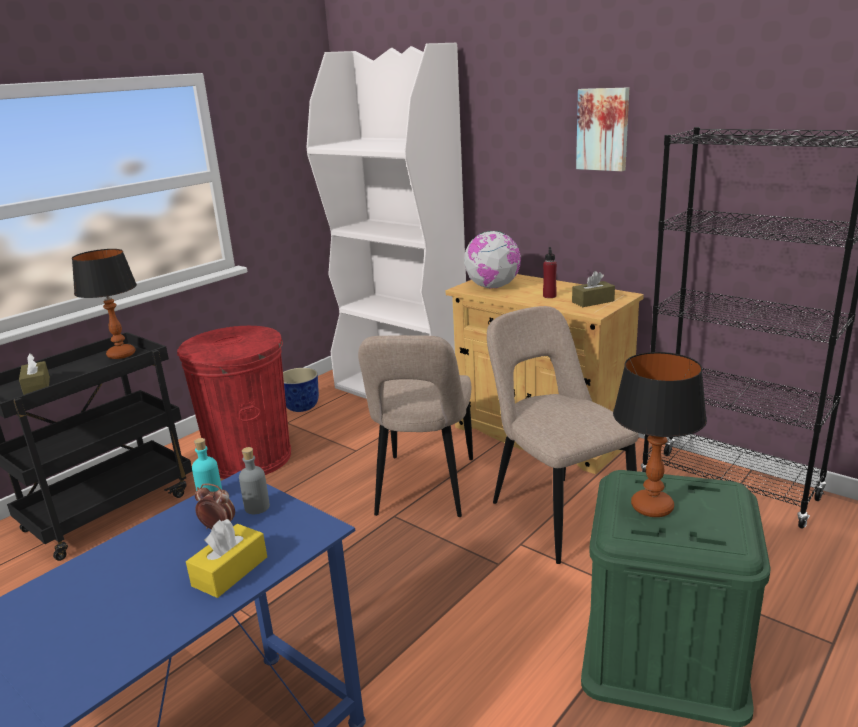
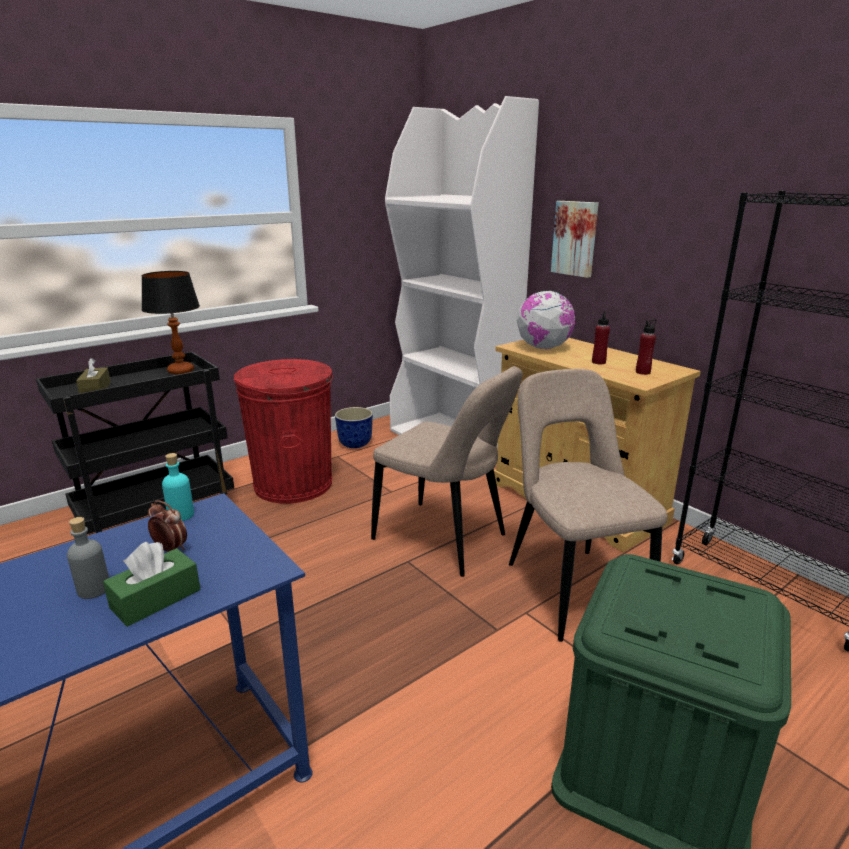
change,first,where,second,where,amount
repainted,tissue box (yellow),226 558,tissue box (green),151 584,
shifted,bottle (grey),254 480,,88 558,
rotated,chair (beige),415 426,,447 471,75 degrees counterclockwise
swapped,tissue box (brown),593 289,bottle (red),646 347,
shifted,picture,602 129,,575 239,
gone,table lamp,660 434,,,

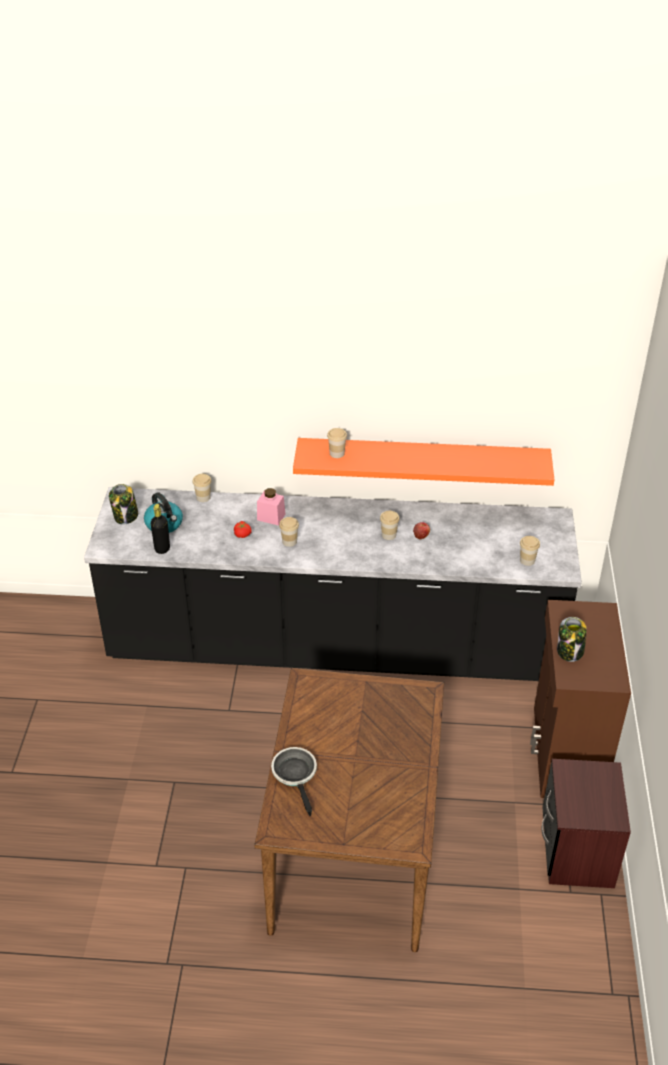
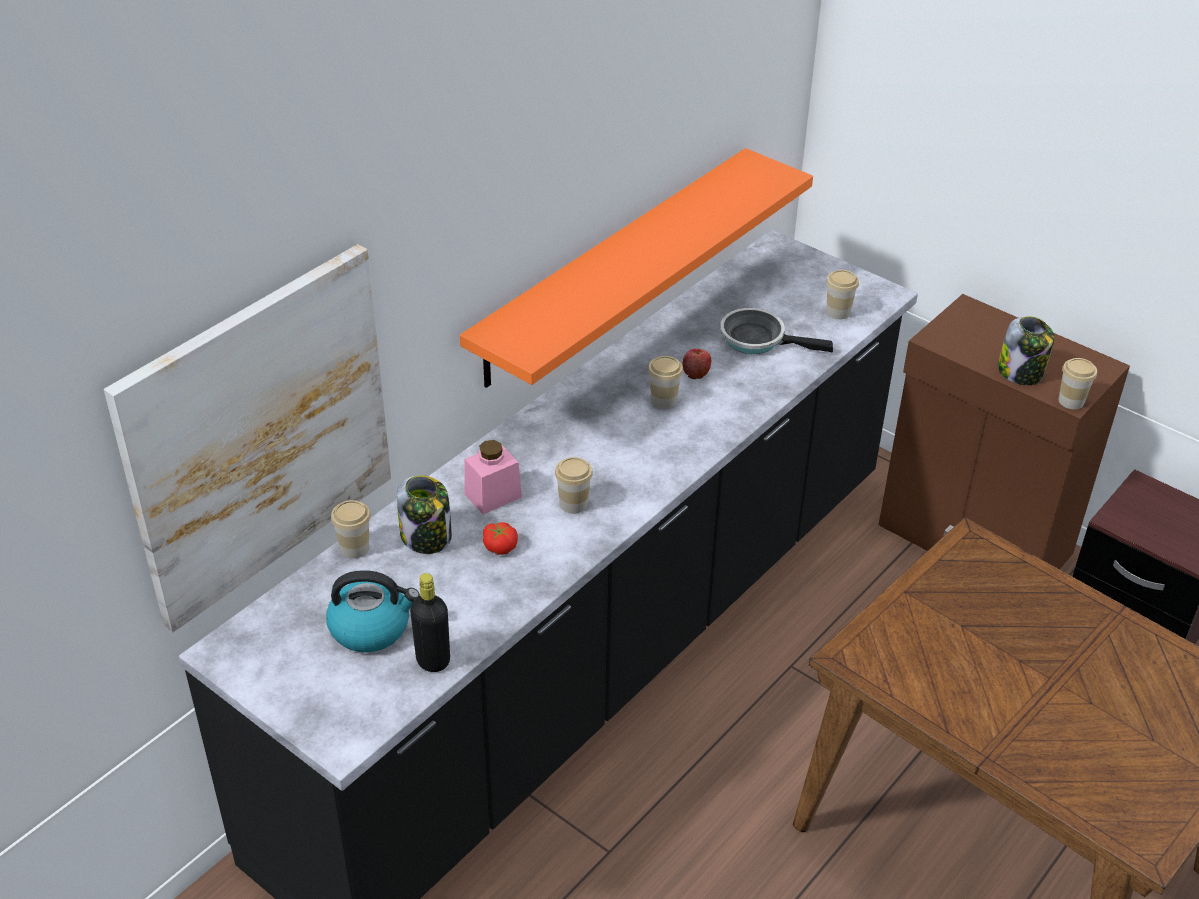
change,first,where,second,where,amount
shifted,jar,123 504,,424 514,
shifted,frying pan,294 781,,776 331,
shifted,cup,337 443,,1078 383,
new,,,picture,247 438,

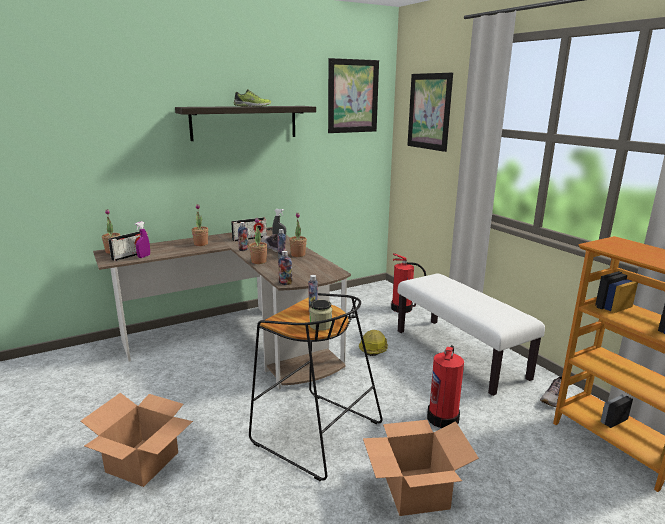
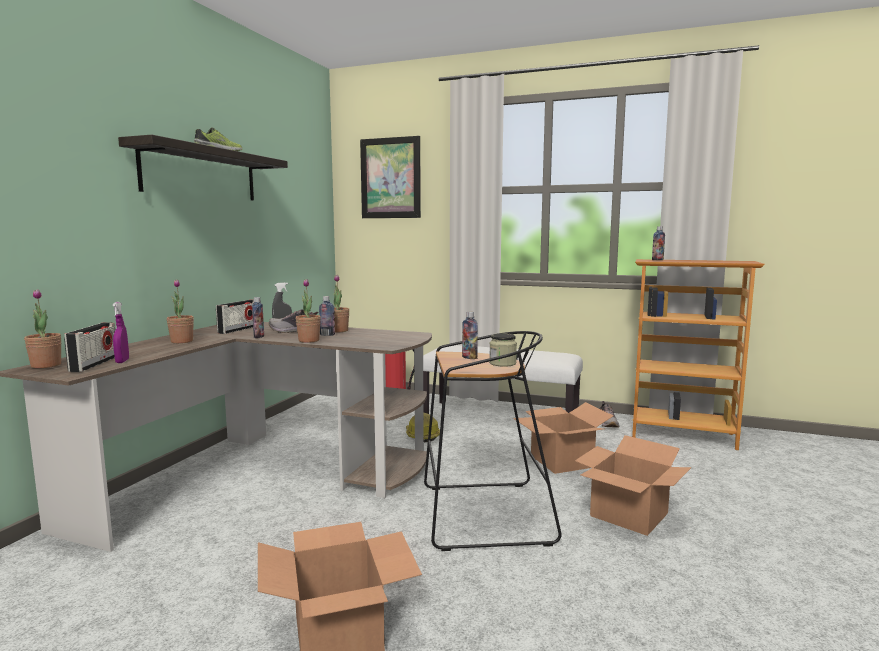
change,first,where,second,where,amount
shifted,bottle,285 268,,658 243,
gone,picture,353 95,,,
swapped,fire extinguisher,445 386,cardboard box,563 438,

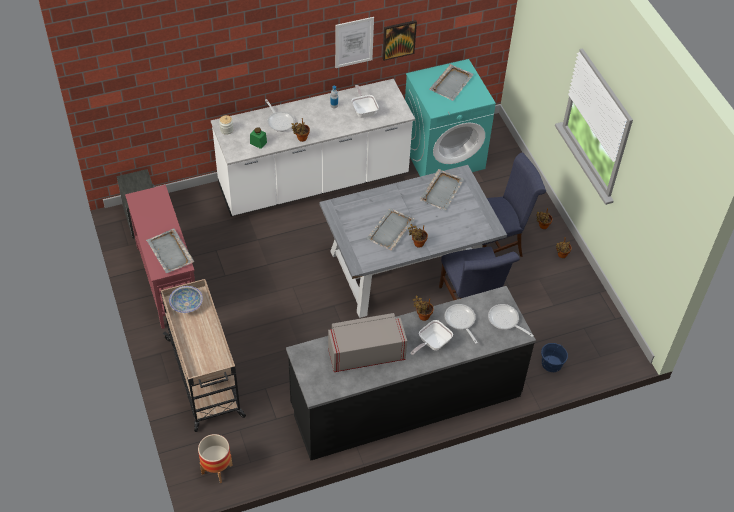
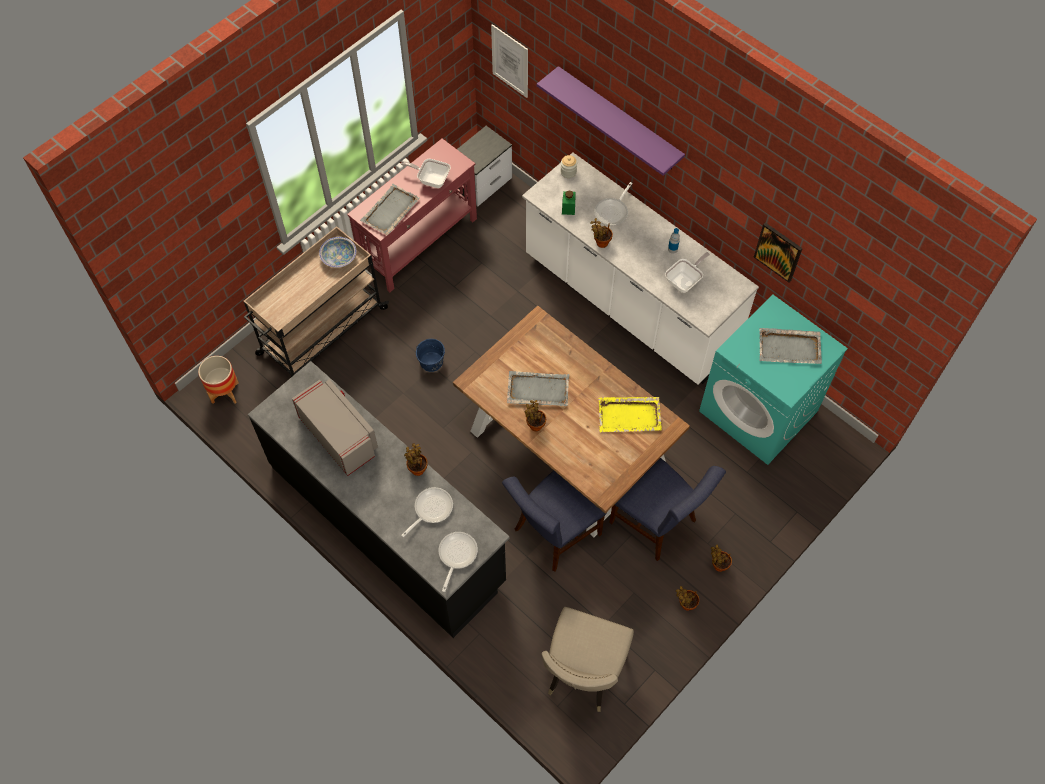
change,first,where,second,where,amount
repainted,dining table (grey),413 241,dining table (brown),571 421,
shifted,picture,354 42,,509 61,
shifted,frying pan,432 337,,426 173,
repainted,tray (grey),441 190,tray (yellow),630 414,
shifted,bucket (blue),554 357,,430 355,
new,,,shelf (purple),611 121,
new,,,chair (beige),588 659,

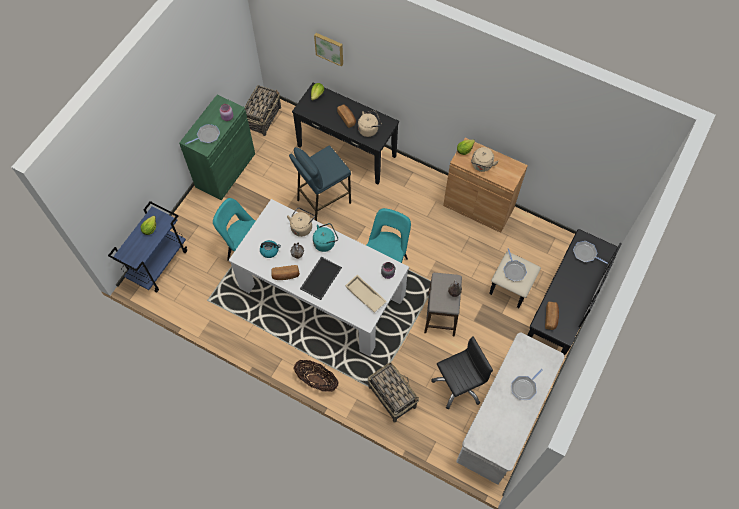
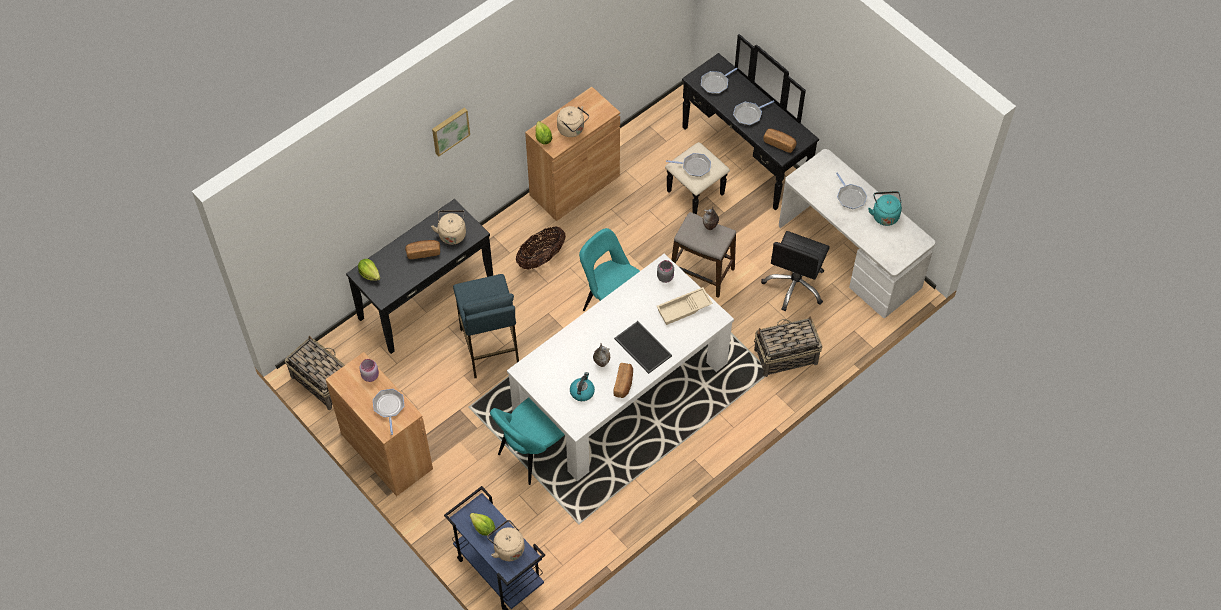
change,first,where,second,where,amount
repainted,cabinet (green),217 147,cabinet (brown),379 424,
shifted,kettle (beige),301 222,,506 540,
shifted,basket,316 376,,541 248,
shifted,kettle (turquoise),325 237,,885 208,
shifted,picture,328 50,,451 132,
rotated,office chair (black),462 372,,795 271,150 degrees counterclockwise
new,,,frying pan,753 112,

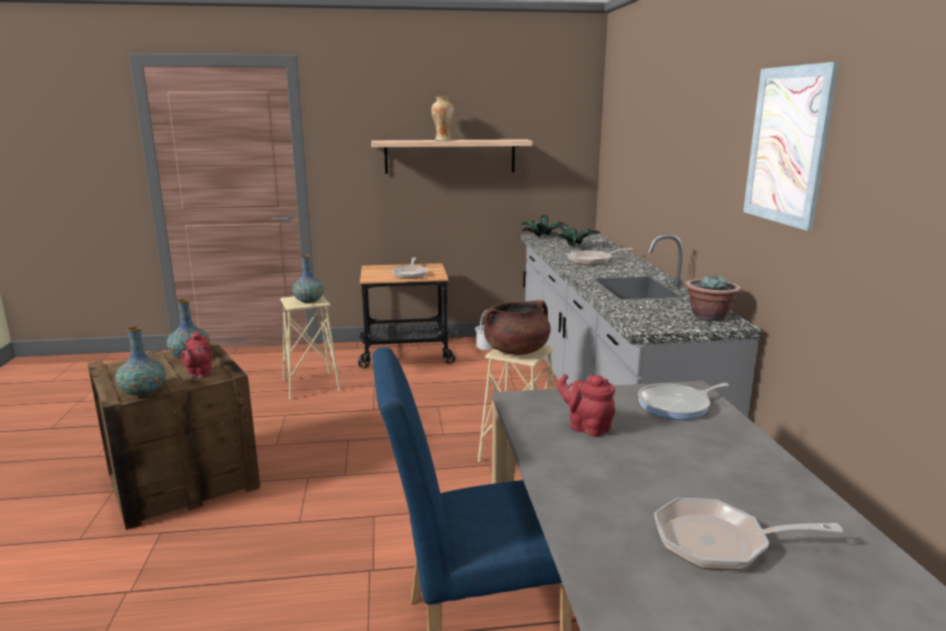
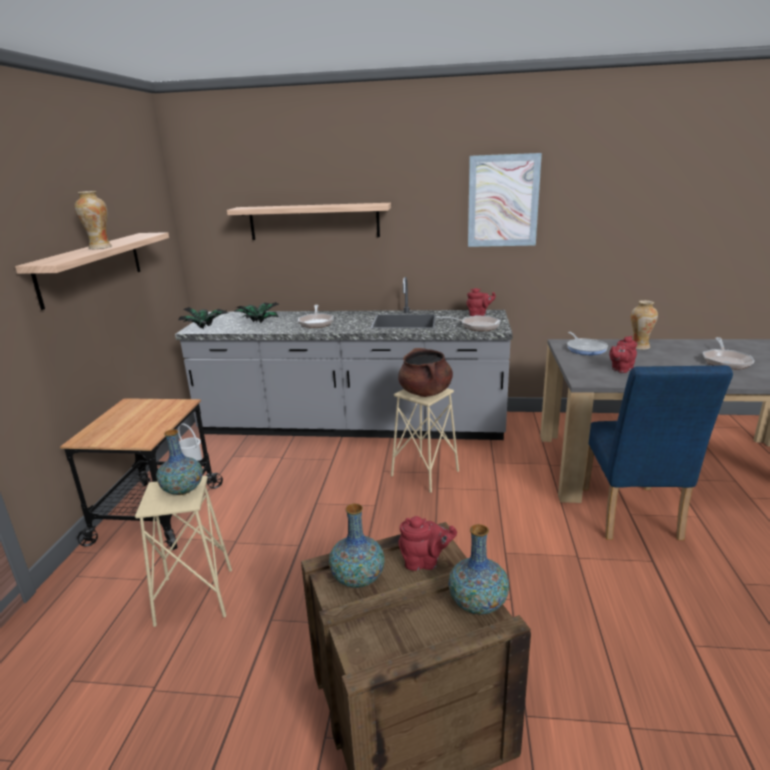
change,first,where,second,where,amount
shifted,frying pan,410 268,,468 323,
swapped,potted plant,713 297,teapot (red),481 302,
new,,,shelf,309 221,
new,,,vase,644 325,

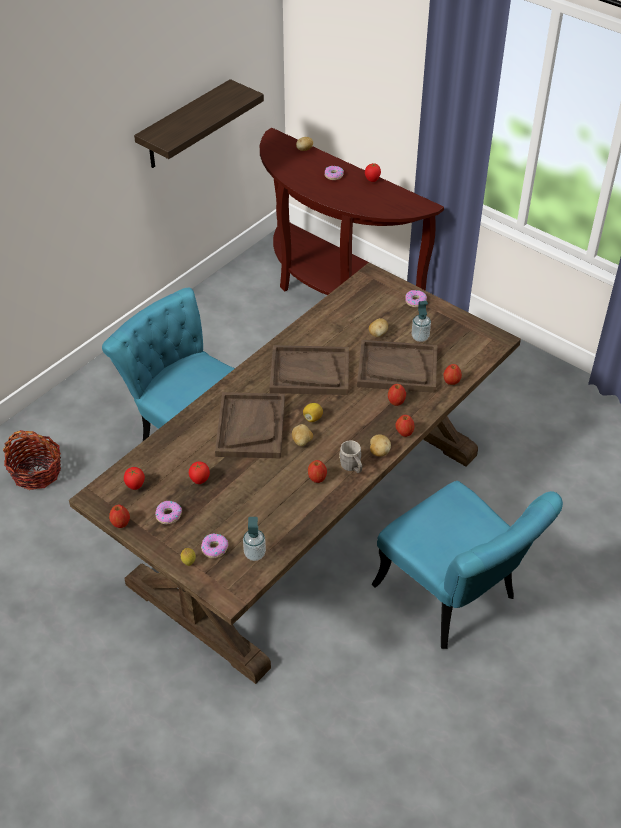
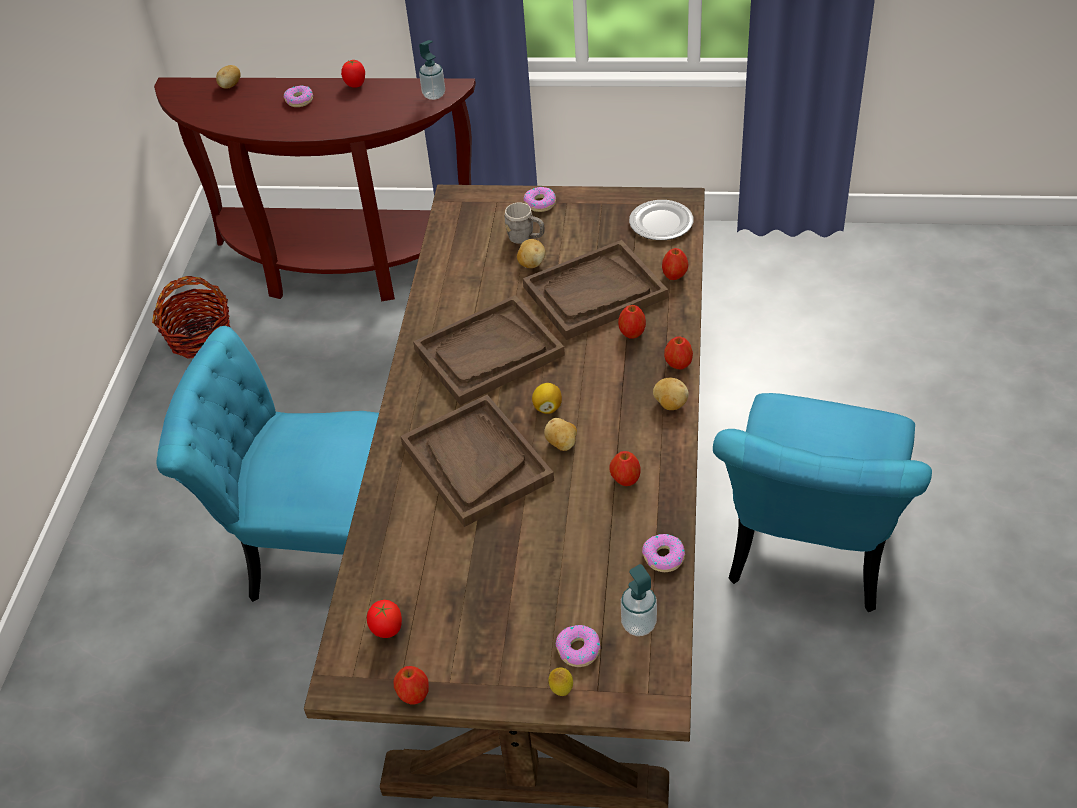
change,first,where,second,where,amount
shifted,basket,32 460,,191 317,
gone,shelf,199 123,,,
shifted,donut,168 512,,663 553,
gone,tomato,199 472,,,
shifted,mug (grey),350 456,,524 223,
rotated,chair (turquoise),467 565,,822 502,90 degrees clockwise
shifted,soap dispenser,421 321,,432 70,
new,,,plate,661 220,

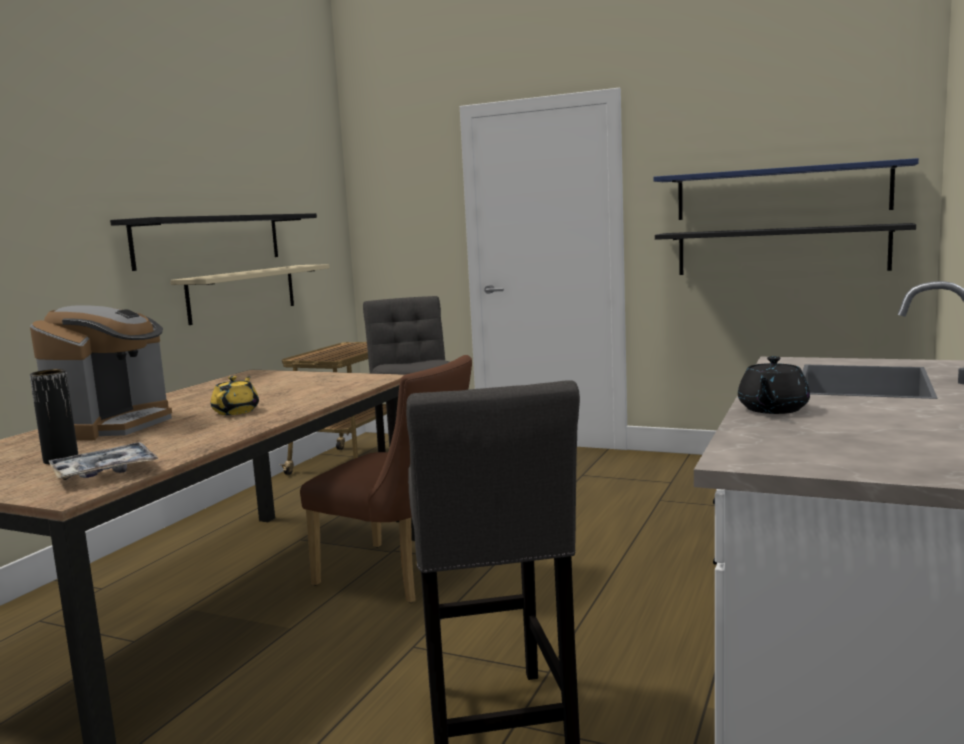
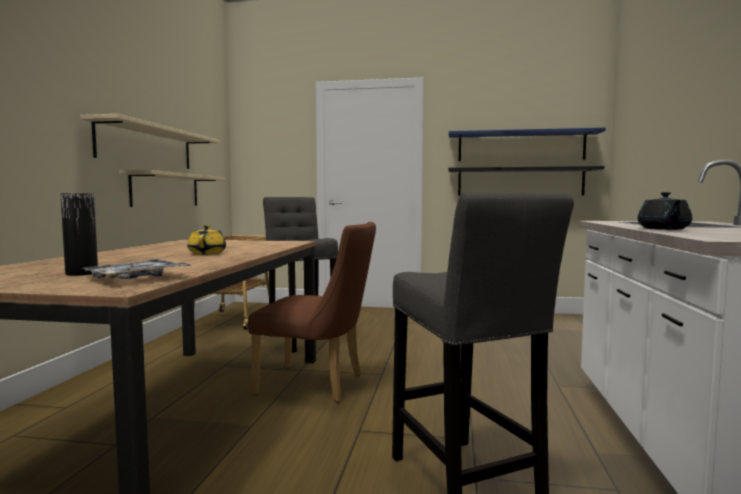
change,first,where,second,where,amount
gone,coffee machine,101 373,,,
repainted,shelf (black),213 242,shelf (beige),150 141,

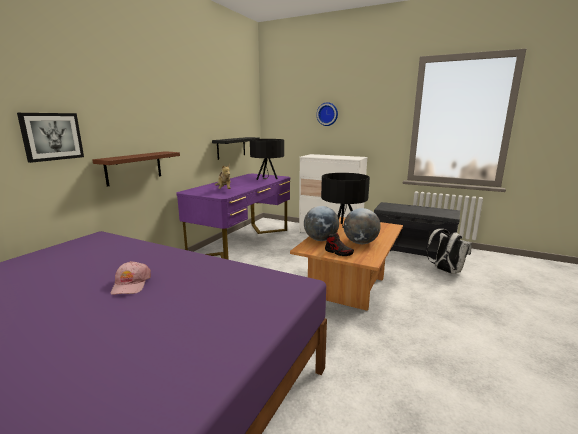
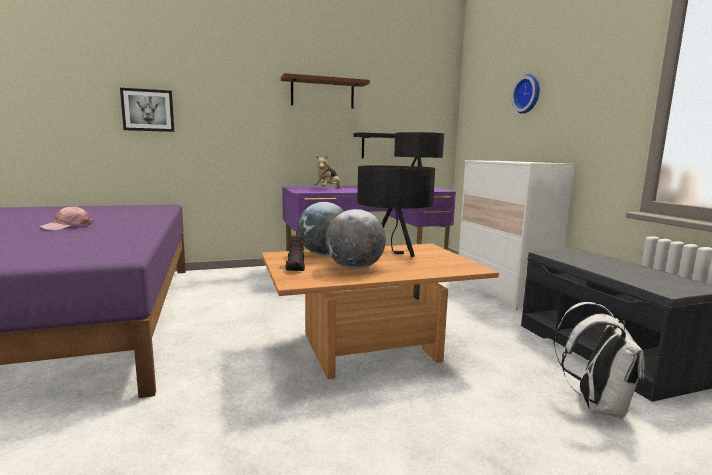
change,first,where,second,where,amount
shifted,shelf (brown),136 168,,325 91,

